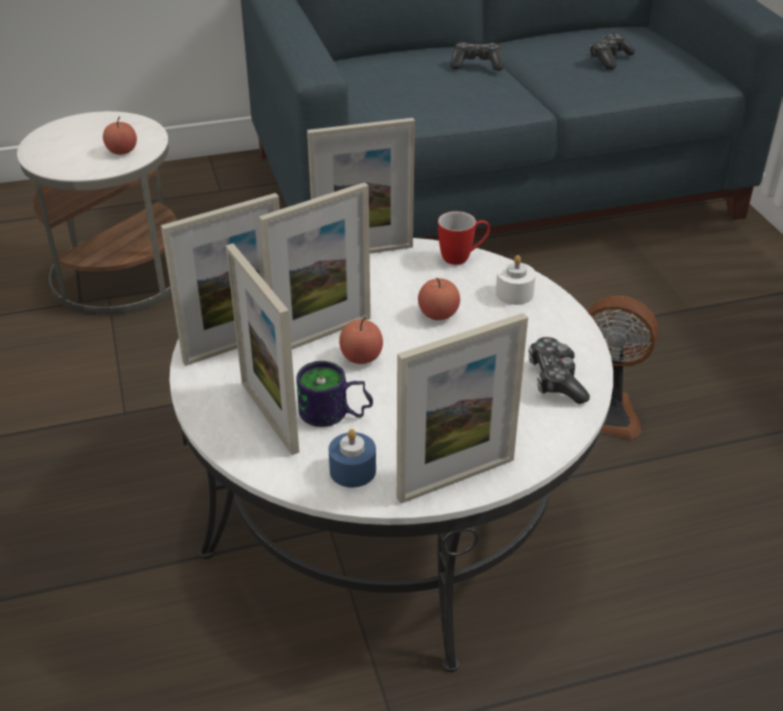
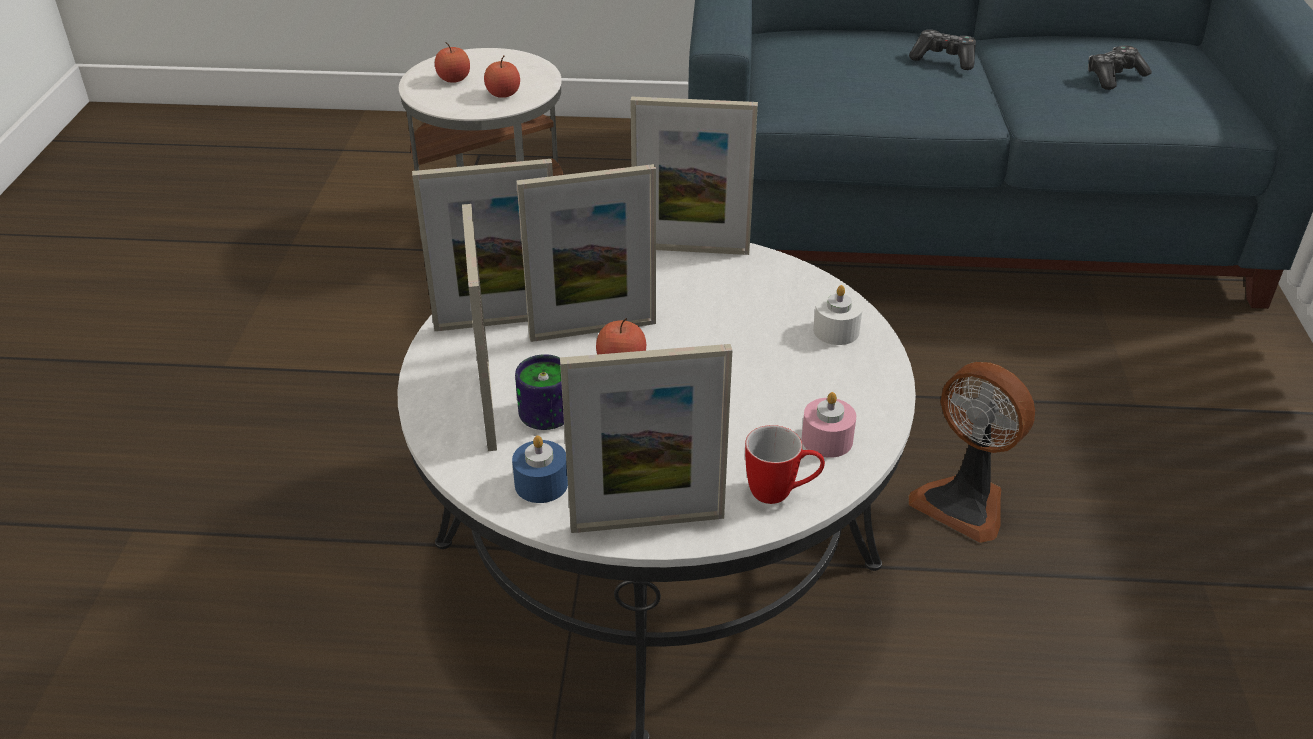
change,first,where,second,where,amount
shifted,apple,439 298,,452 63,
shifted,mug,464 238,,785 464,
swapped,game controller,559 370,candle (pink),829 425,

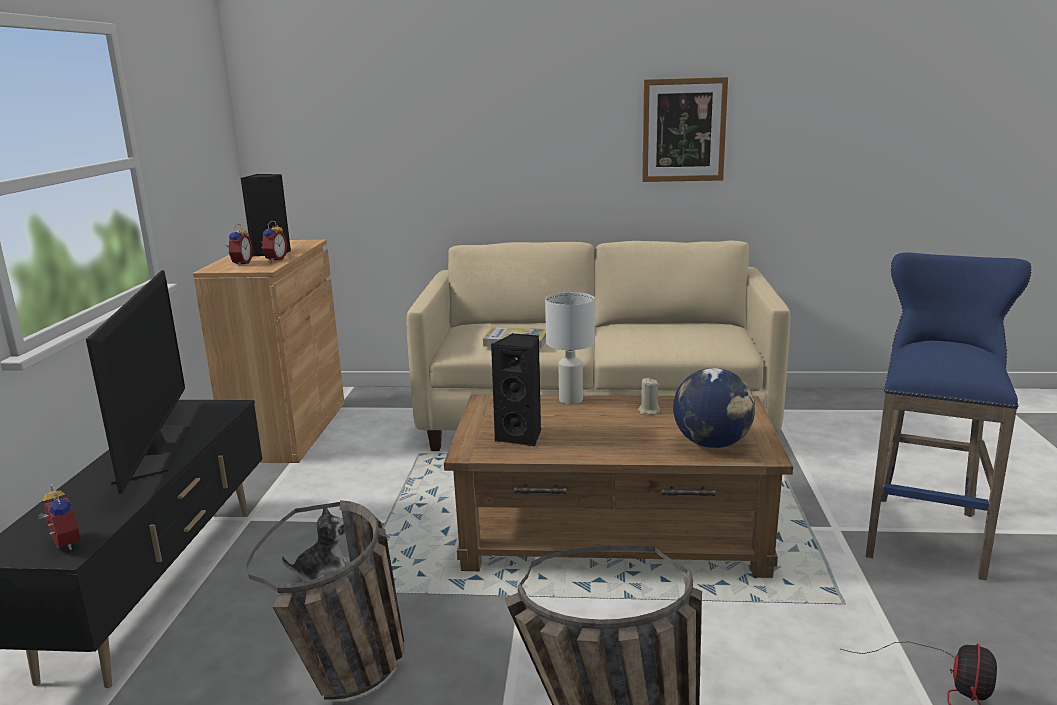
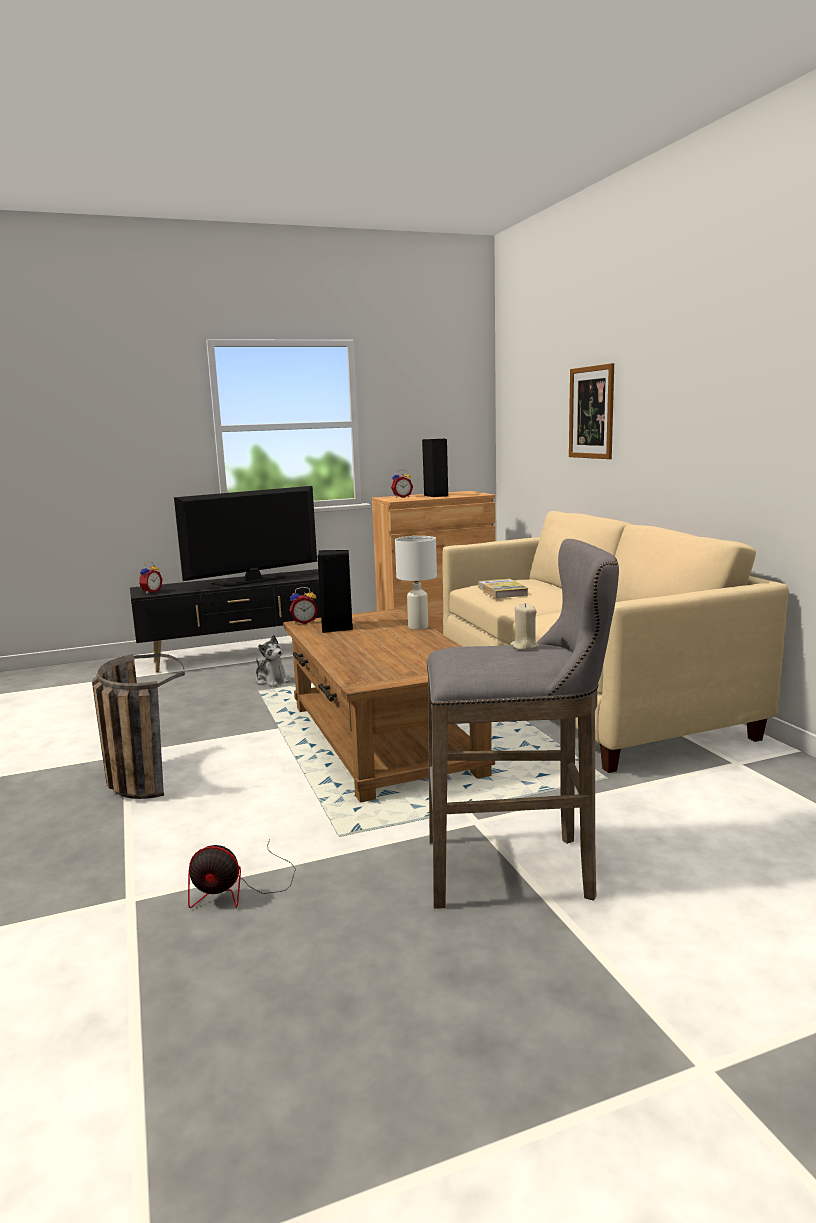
change,first,where,second,where,amount
gone,basket,325 600,,,
shifted,alarm clock,273 241,,304 605,
shifted,candle (beige),649 396,,524 626,
shifted,picture,685 129,,591 411,
gone,globe,714 408,,,
repainted,stool (blue),948 417,stool (grey),523 724,

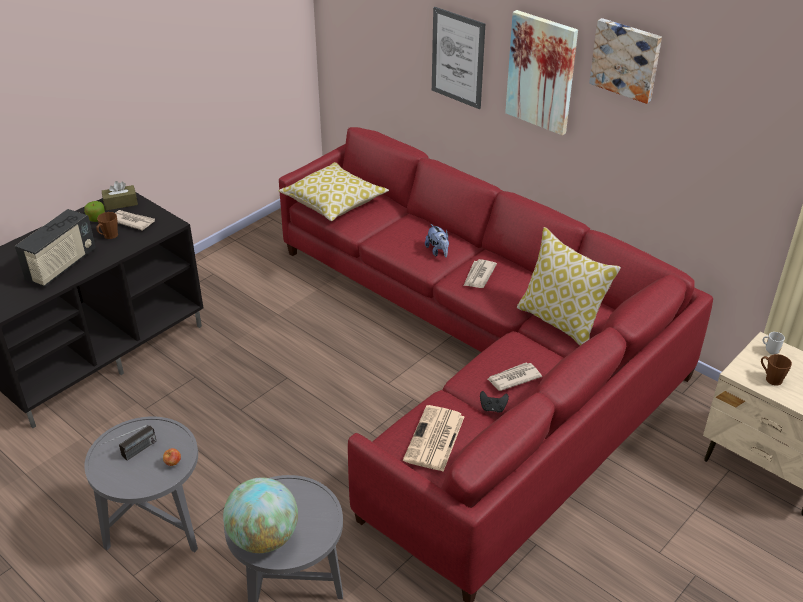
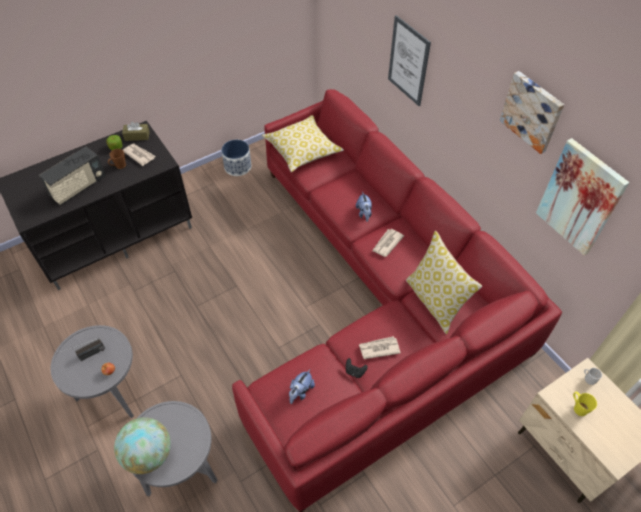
change,first,where,second,where,amount
swapped,newspaper,433 438,plush toy,302 386,
shifted,picture,541 72,,583 197,
repainted,mug (brown),776 370,mug (yellow),585 404,
new,,,planter,236 158,

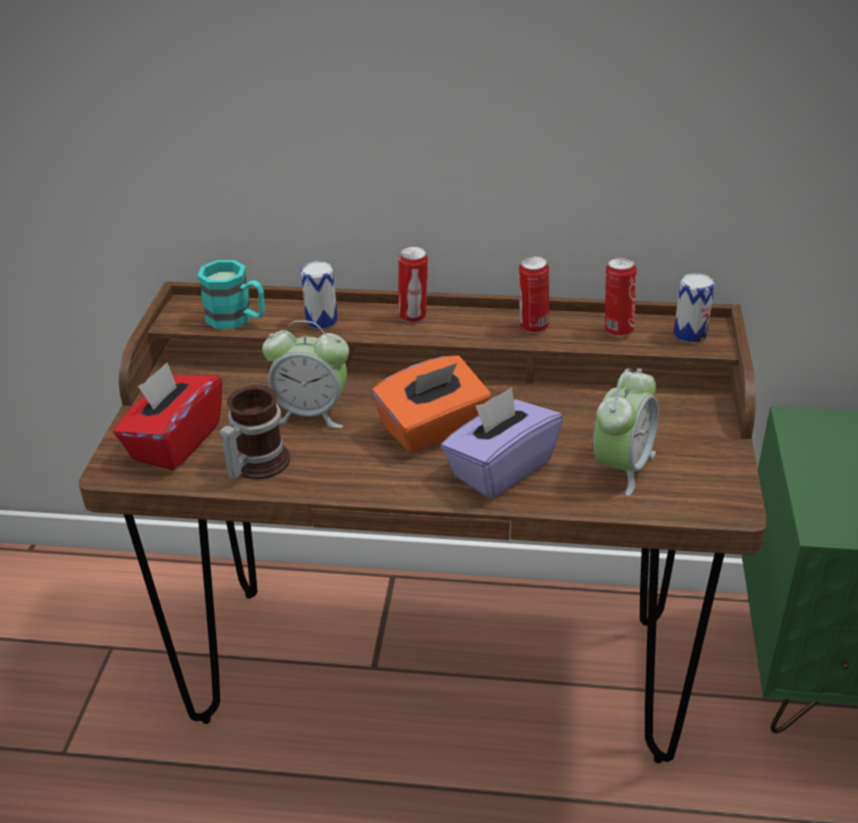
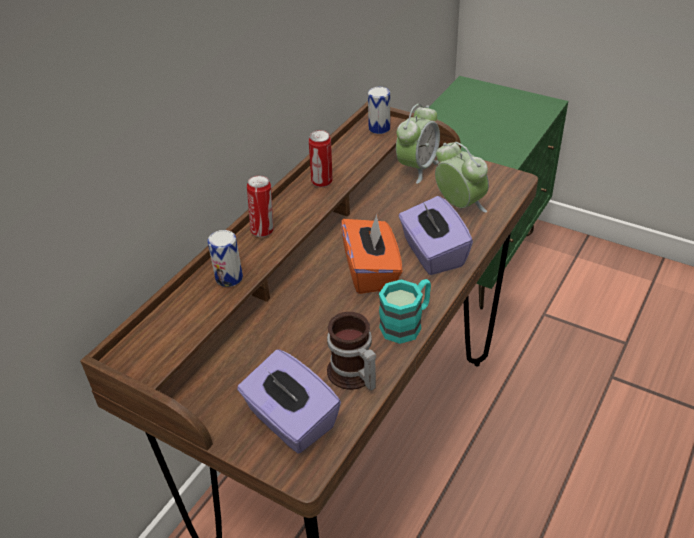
change,first,where,second,where,amount
repainted,tissue box (red),167 416,tissue box (purple),289 401,
shifted,mug (turquoise),231 294,,405 311,
shifted,alarm clock,305 374,,418 144,
gone,can,620 297,,,

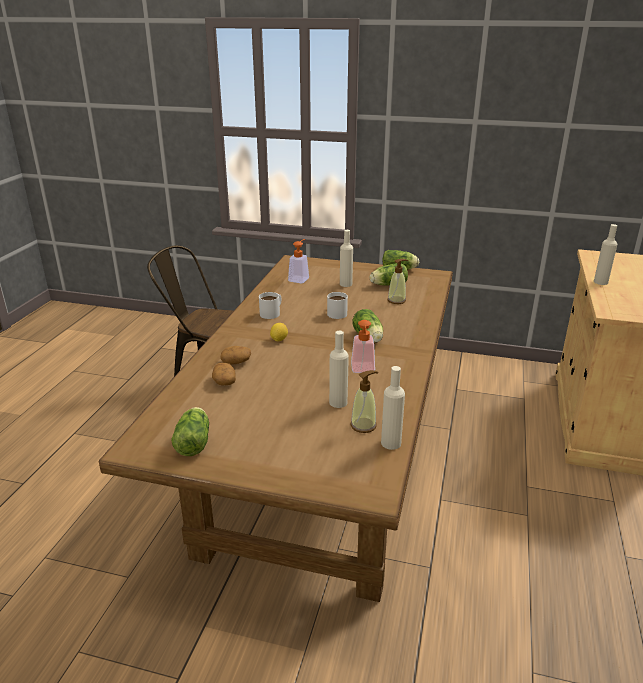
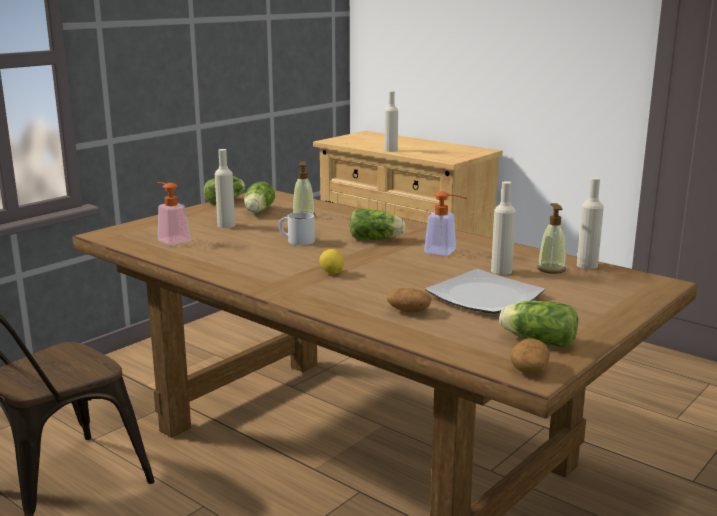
change,first,where,second,where,amount
shifted,potato,235 355,,530 356,
gone,mug (white),270 305,,,
new,,,plate,485 291,

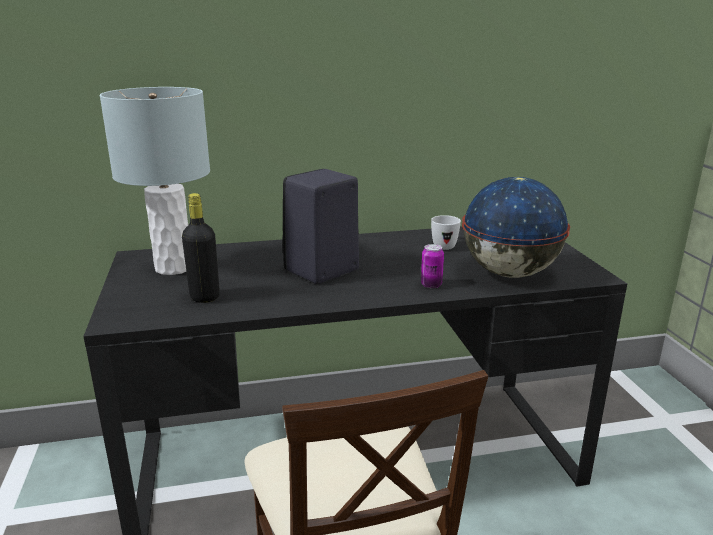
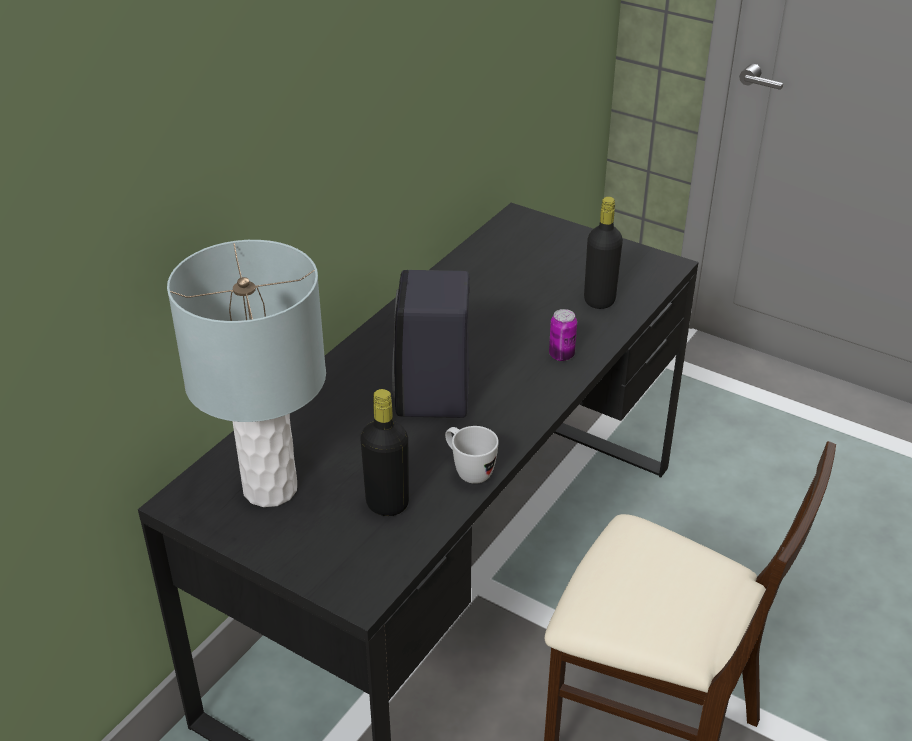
change,first,where,second,where,amount
shifted,mug (white),446 232,,472 455,
swapped,globe,516 227,bottle (black),603 253,

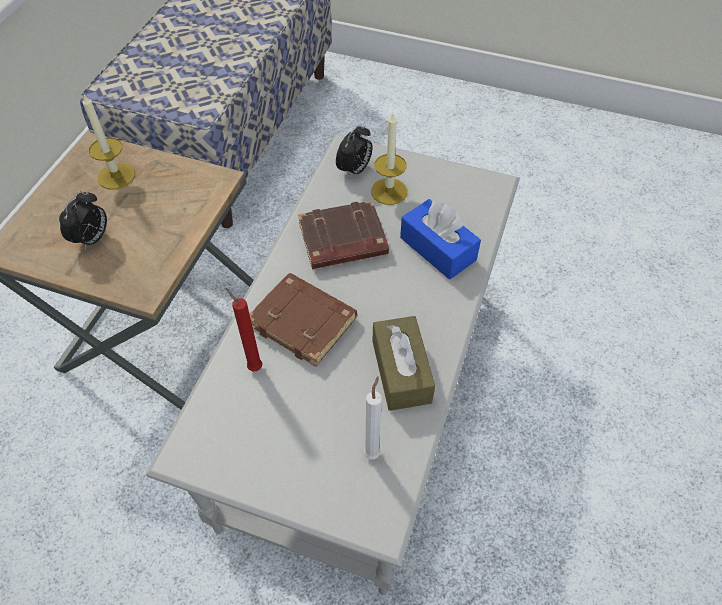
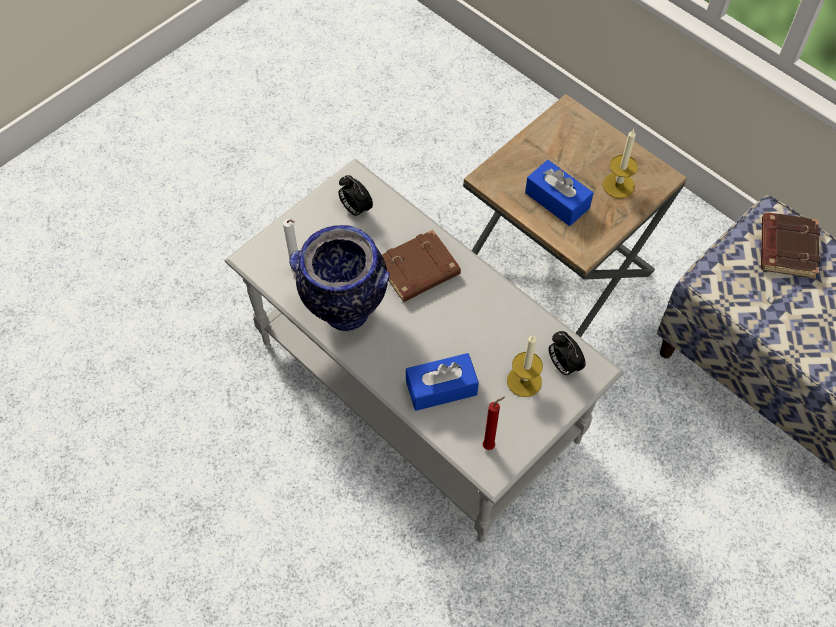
change,first,where,second,where,amount
shifted,alarm clock,83 221,,355 196,
shifted,candle (red),244 330,,493 423,
shifted,book (brown),343 234,,790 246,
swapped,tissue box (brown),404 363,vase,340 278,
new,,,tissue box (blue),559 193,

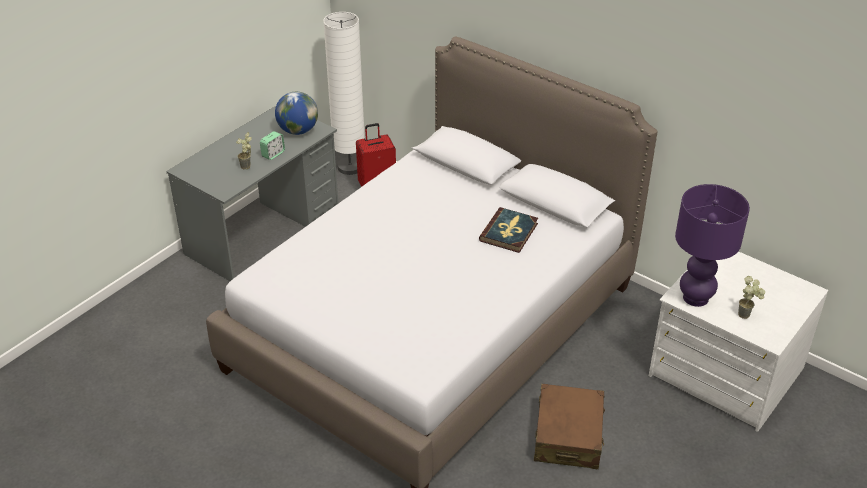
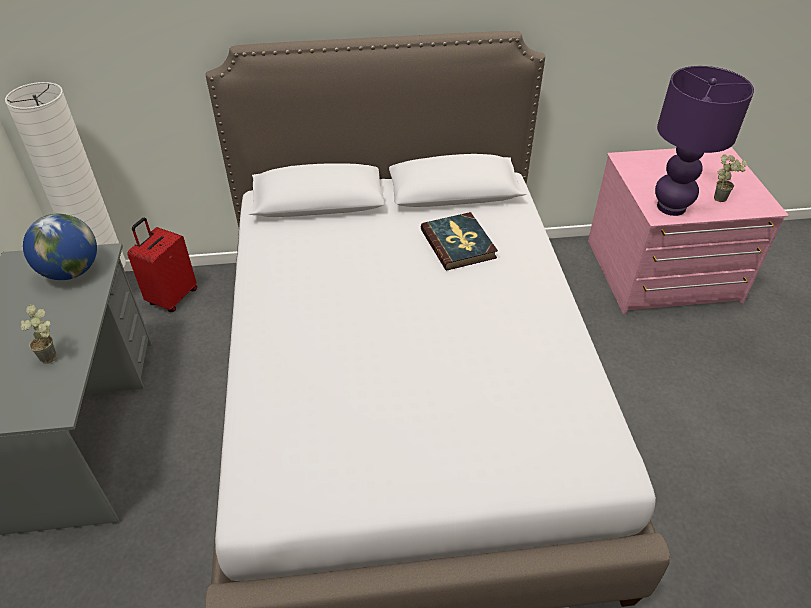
change,first,where,second,where,amount
gone,alarm clock,272 145,,,
gone,suitcase (brown),569 426,,,
repainted,dresser (white),738 341,dresser (pink),688 230,

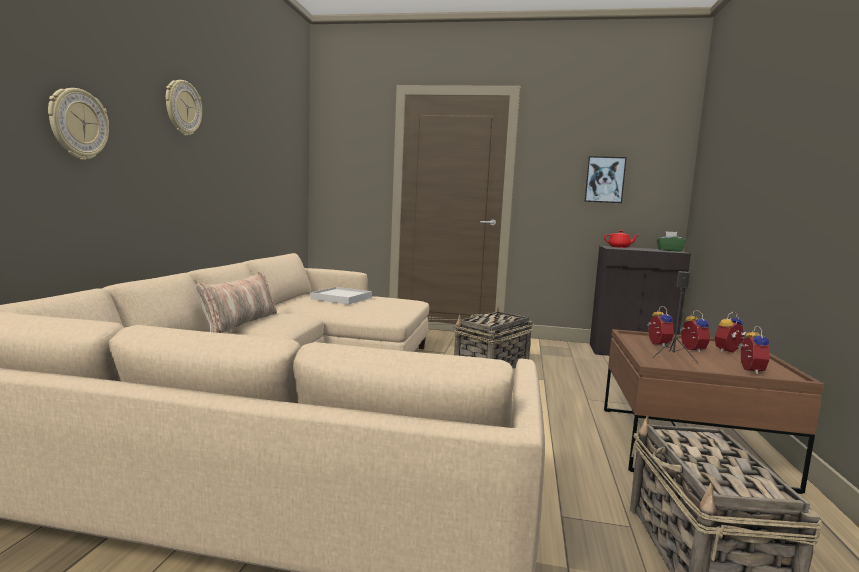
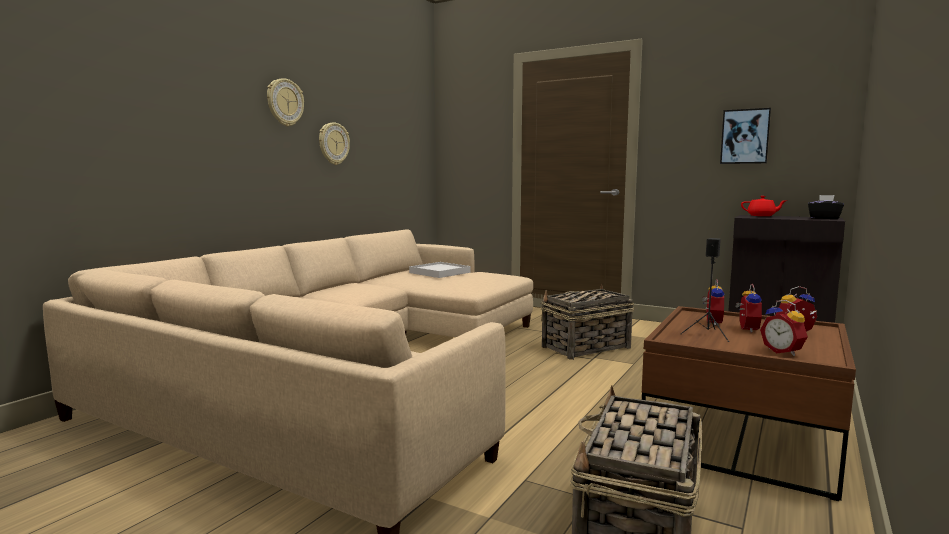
change,first,where,second,where,amount
shifted,wall clock,78 124,,334 143,
gone,pillow,236 302,,,
repainted,tissue box (green),671 241,tissue box (black),826 207,
rotated,alarm clock,753 350,,784 328,120 degrees clockwise

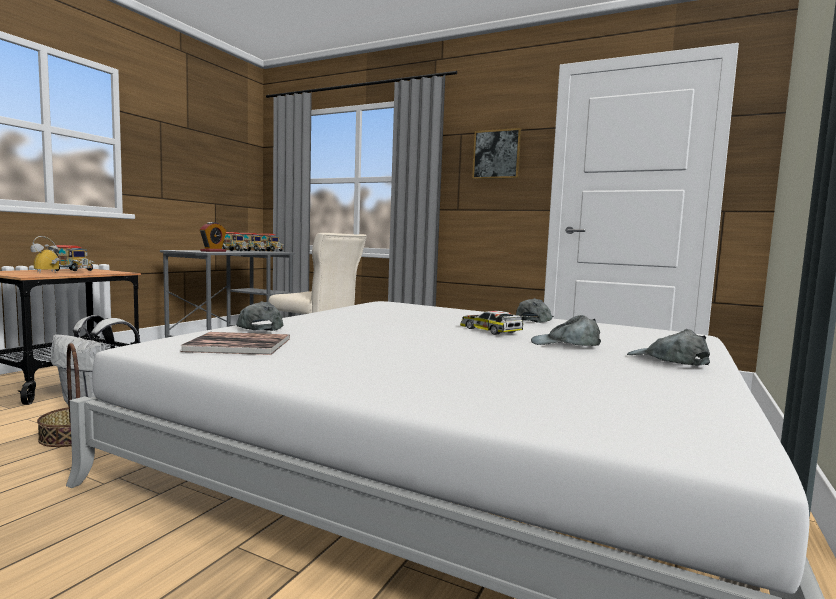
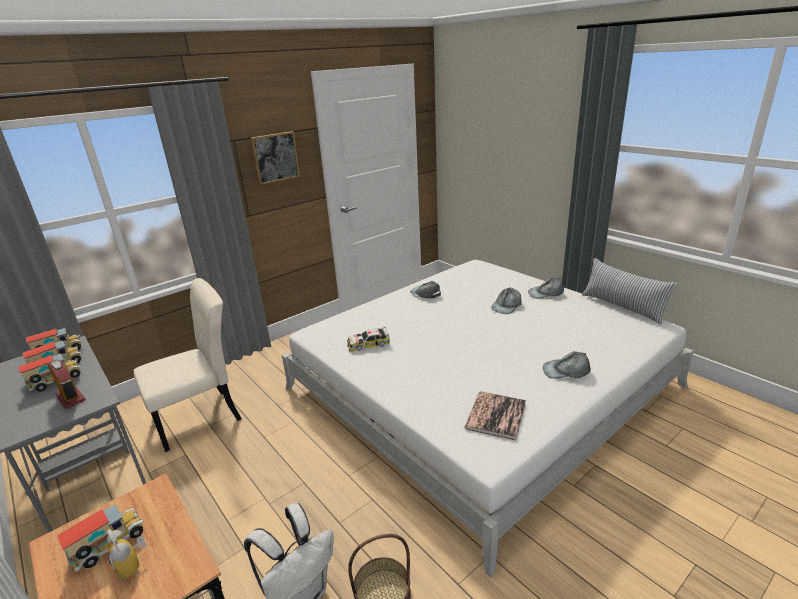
change,first,where,second,where,amount
shifted,cap (grey),259 316,,567 365,
shifted,toy car,492 323,,368 339,
new,,,pillow,629 291,

